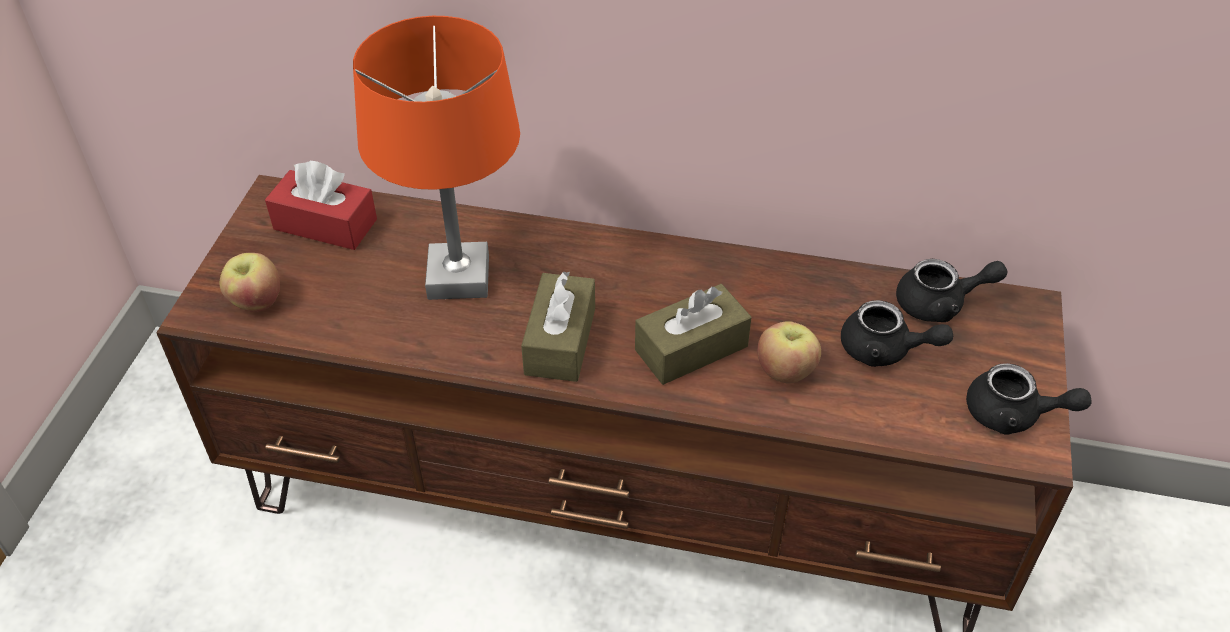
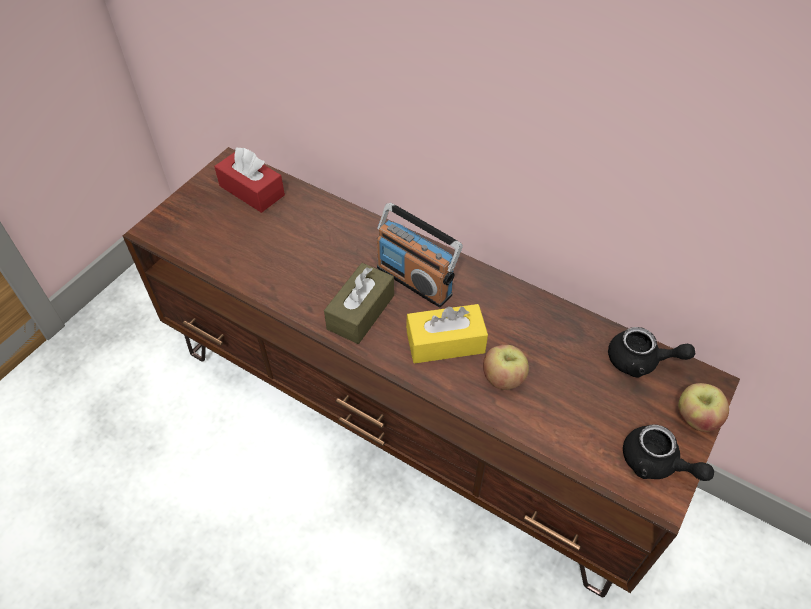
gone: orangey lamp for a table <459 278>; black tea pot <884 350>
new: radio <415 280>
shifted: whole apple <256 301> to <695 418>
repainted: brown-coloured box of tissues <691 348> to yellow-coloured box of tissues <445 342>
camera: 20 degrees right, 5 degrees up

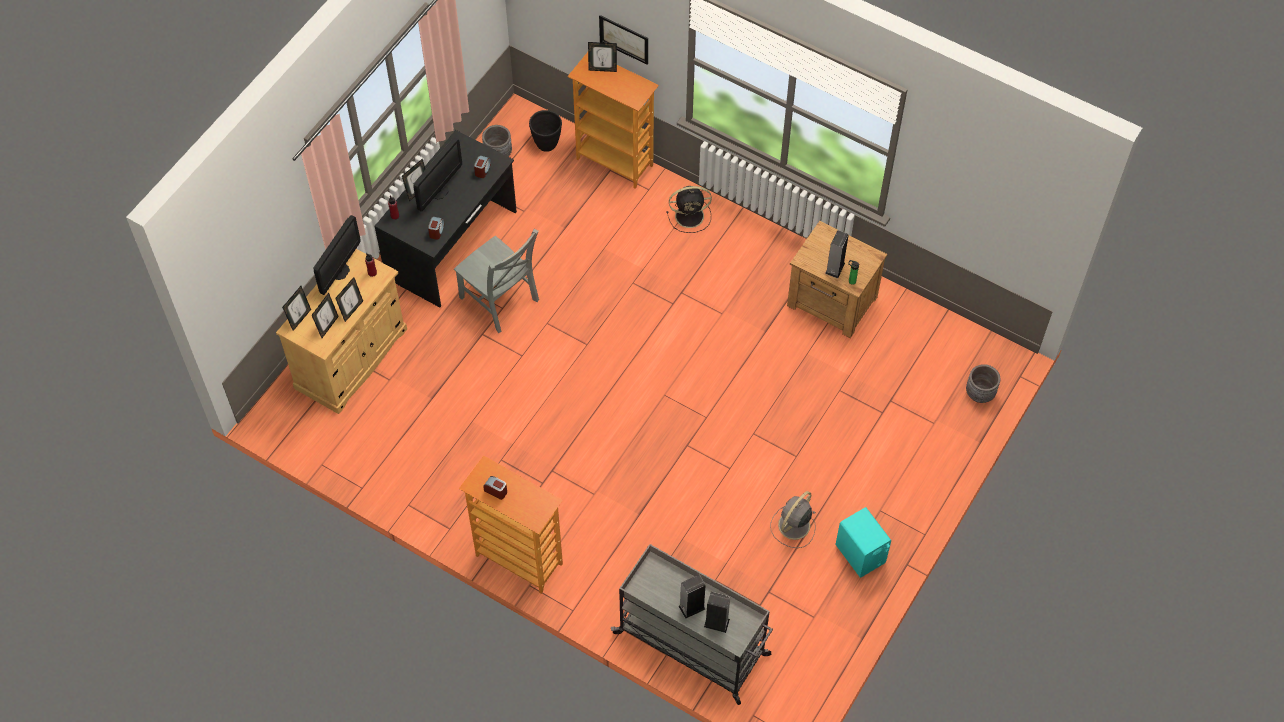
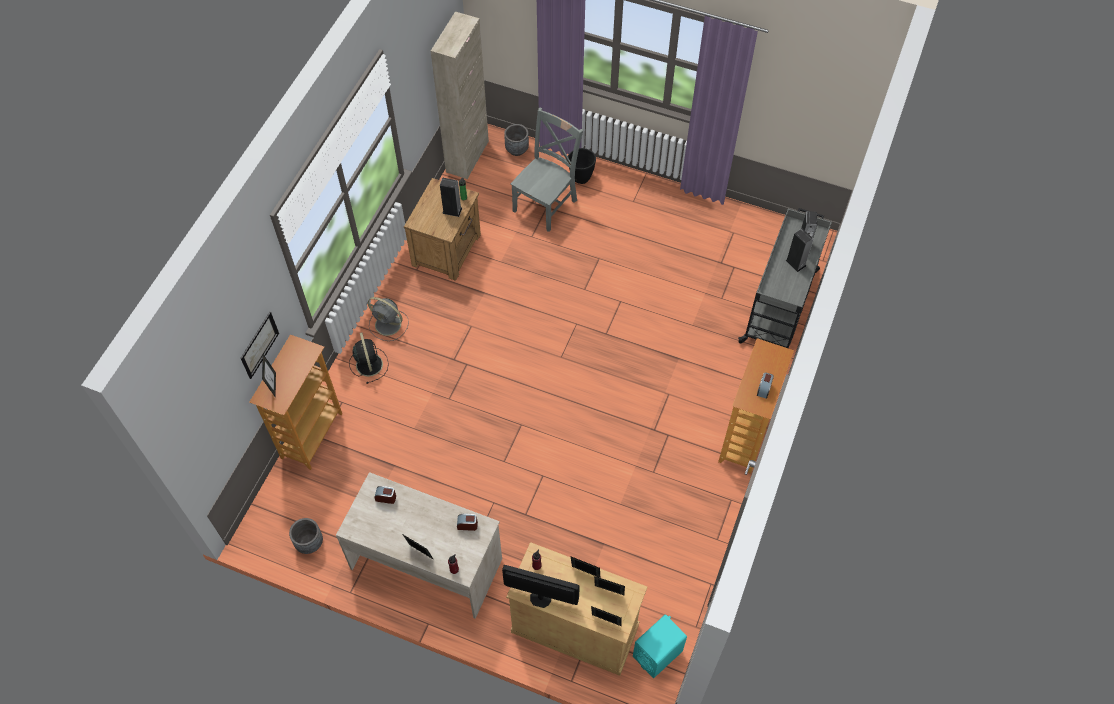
gone: computer display <439 191>
new: beige-coloured cabinet <467 156>
shifted: gray upright chair <501 301> to <546 204>; black plant pot <547 144> to <581 178>; gray cooling fan <793 526> to <389 325>; turquoise audio speaker <860 554> to <657 653>
repainted: black desk table <452 245> to beige-coloured desk table <427 562>
camera: 100 degrees left, 0 degrees up

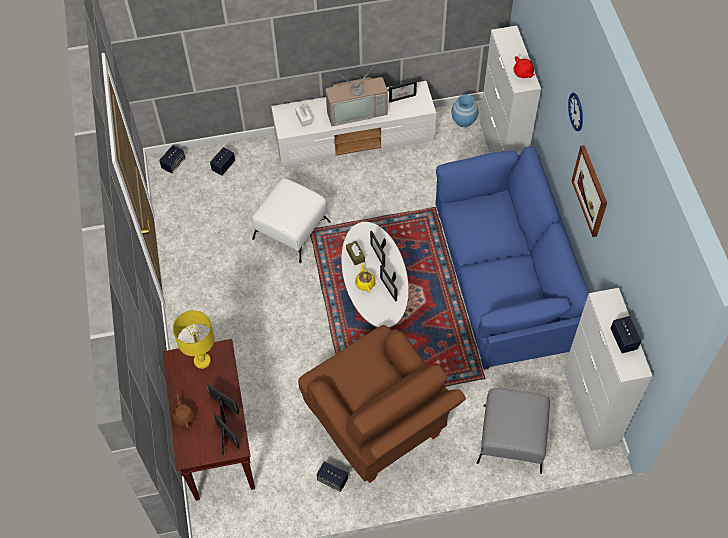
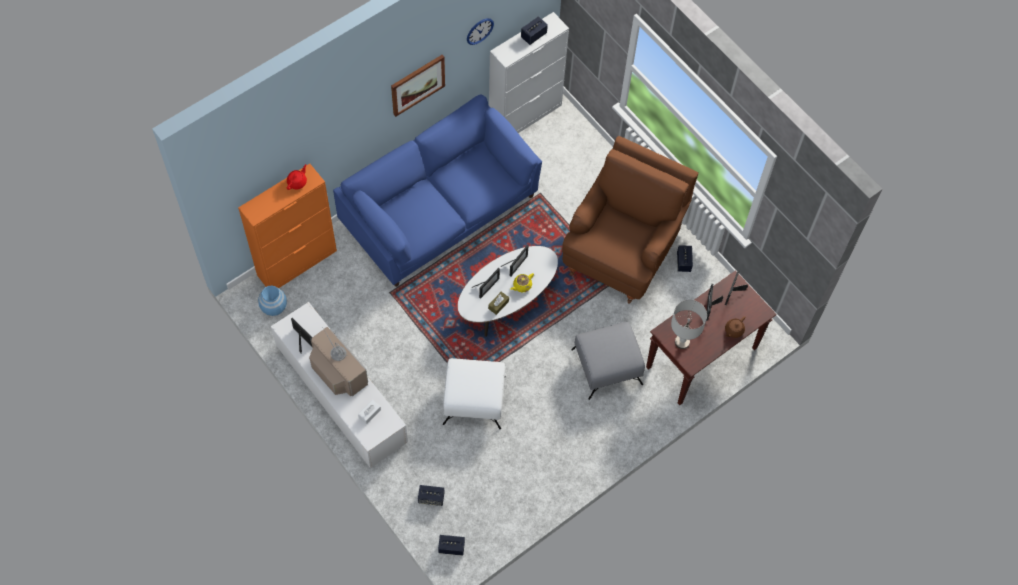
shifted: gray pouffe <511 439> to <607 367>; clock on the wall <576 111> to <479 31>
repainted: yellow-coloured lamp for a table <202 361> to gray lamp for a table <682 342>; white-coloured cabinet <501 150> to orangey cabinet <297 263>
camera: 120 degrees left, 5 degrees up

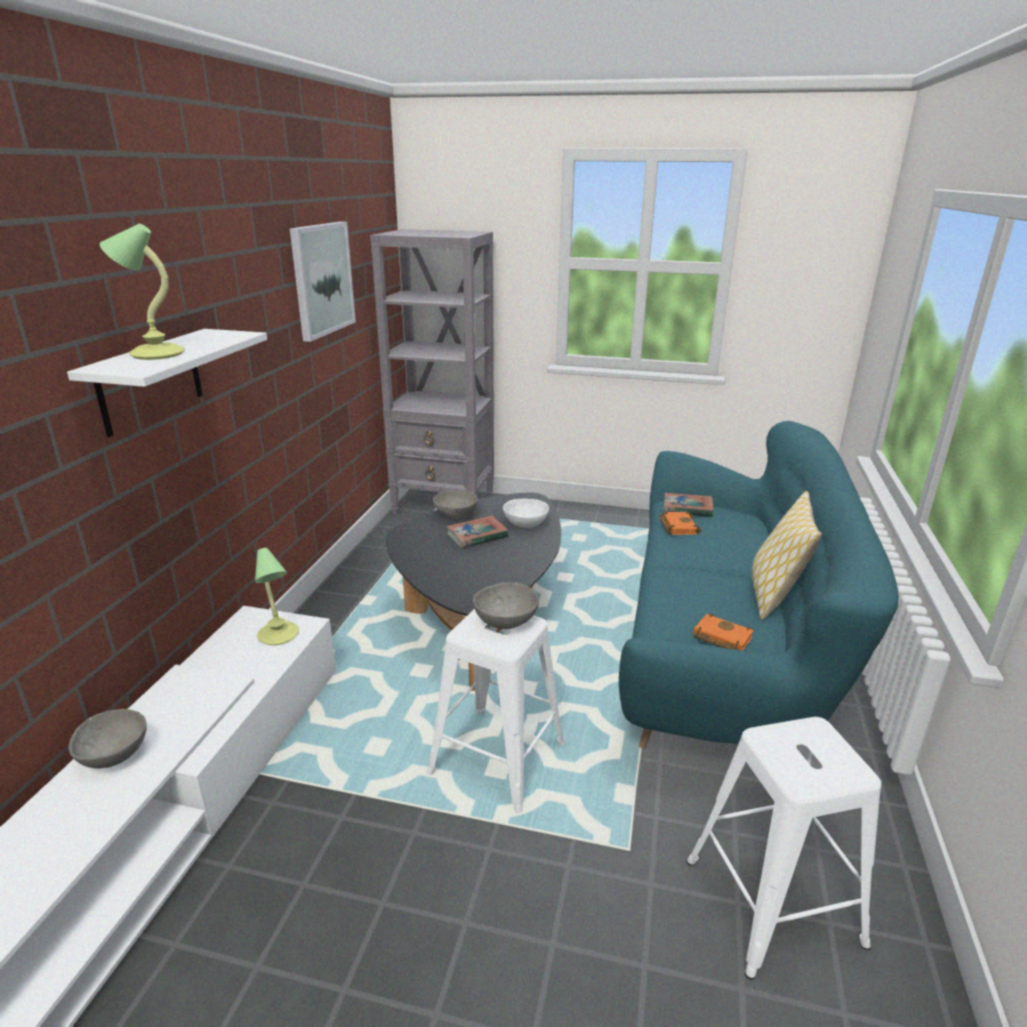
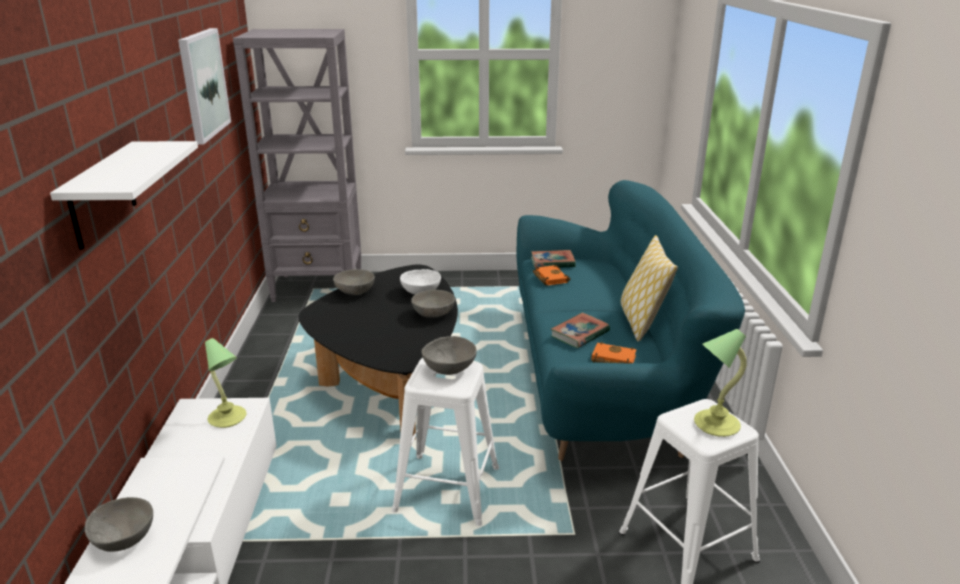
new: gray deep dish <434 314>
shifted: lamp for a table <155 354> to <714 424>; volume <477 536> to <580 334>
camera: 15 degrees left, 0 degrees up

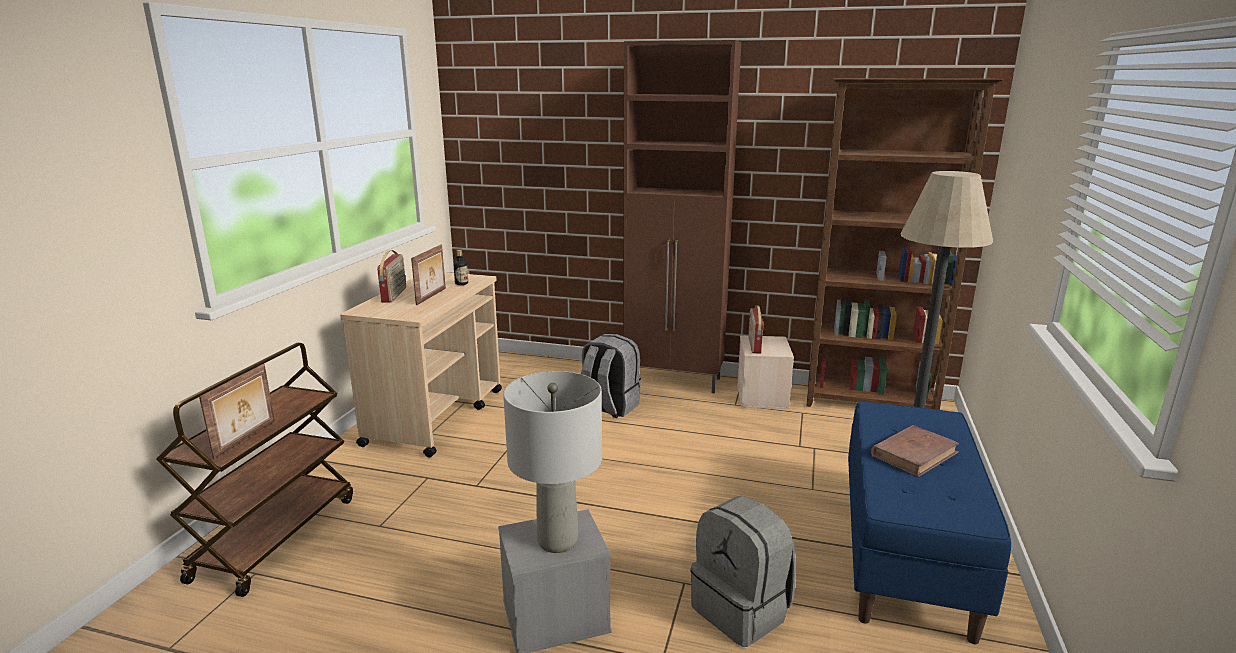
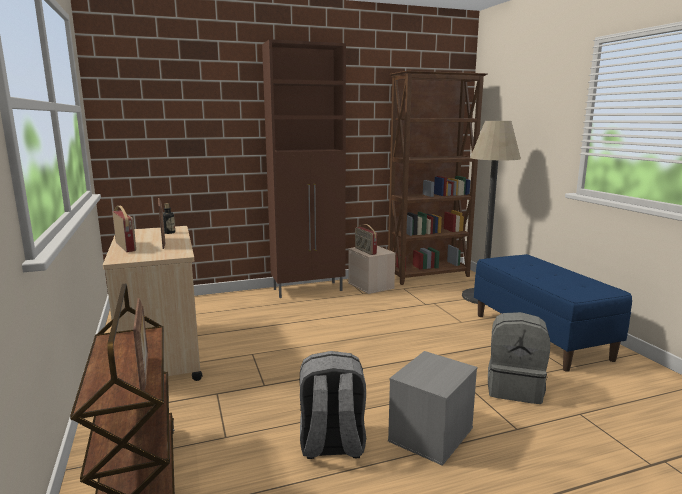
gone: gray lamp for a table <558 541>; brown-coloured volume <914 454>
shifted: gray knapsack <608 407> to <331 445>
camera: 35 degrees left, 5 degrees down

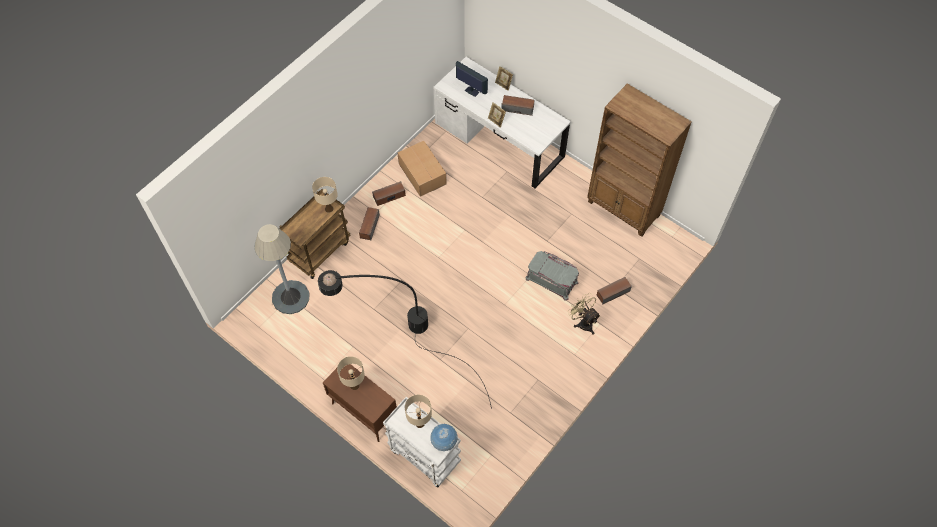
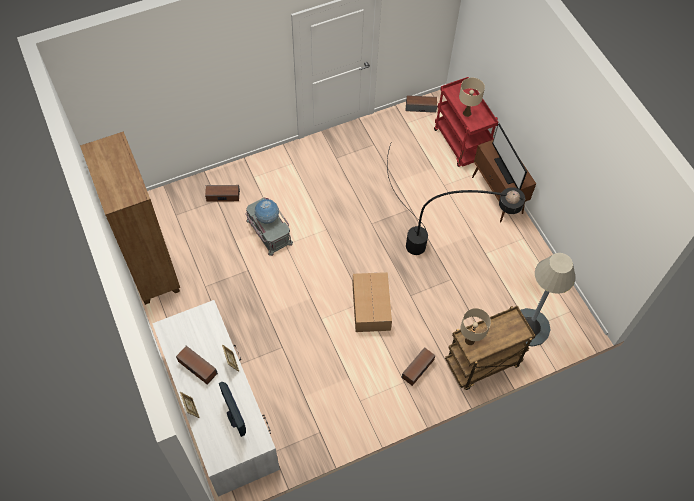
gone: beige-coloured cooling fan <583 322>
shifted: audio speaker <389 196> to <420 107>; packing box <422 173> to <370 307>; globe <444 442> to <267 218>
swapped: beige-coloured lamp for a table <354 385> to computer display <508 169>
repainted: white-coloured wheeled cart <423 455> to red wheeled cart <461 144>
camera: 155 degrees left, 0 degrees up

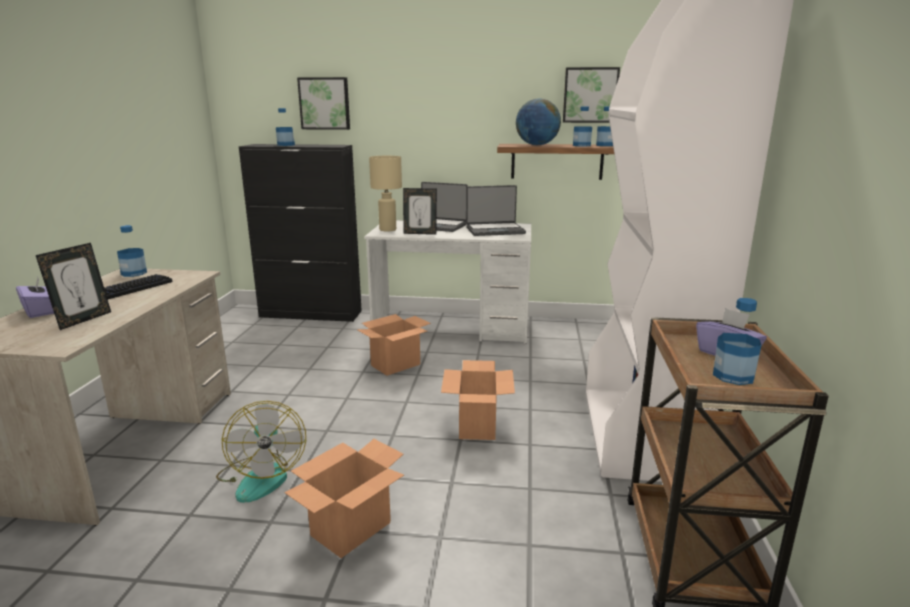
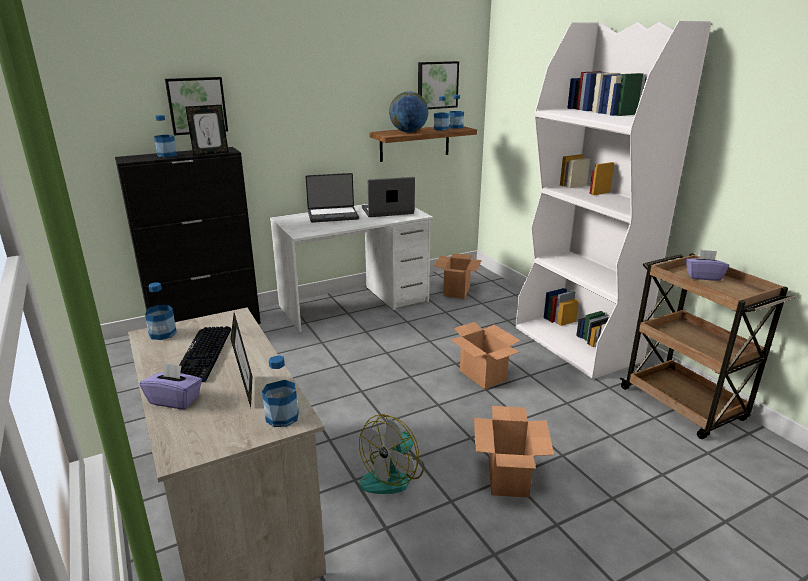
gone: beige-coloured lamp for a table <387 230>
shifted: packing box <396 365> to <456 291>; photo frame <420 233> to <210 153>; beverage bottle <733 376> to <282 417>
rotated: cooling fan <262 476> = <393 475> 90 degrees clockwise; laptop <495 230> = <387 211> 150 degrees counterclockwise
camera: 35 degrees left, 5 degrees up

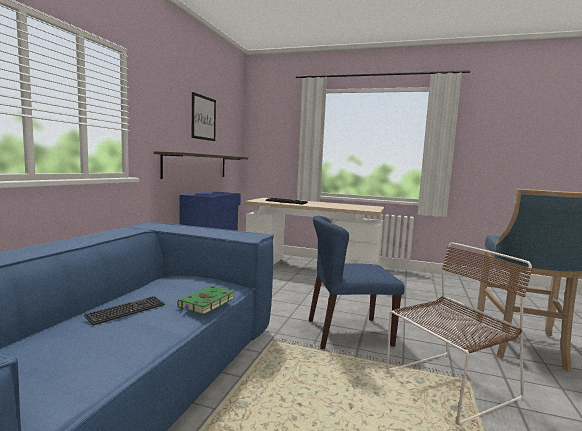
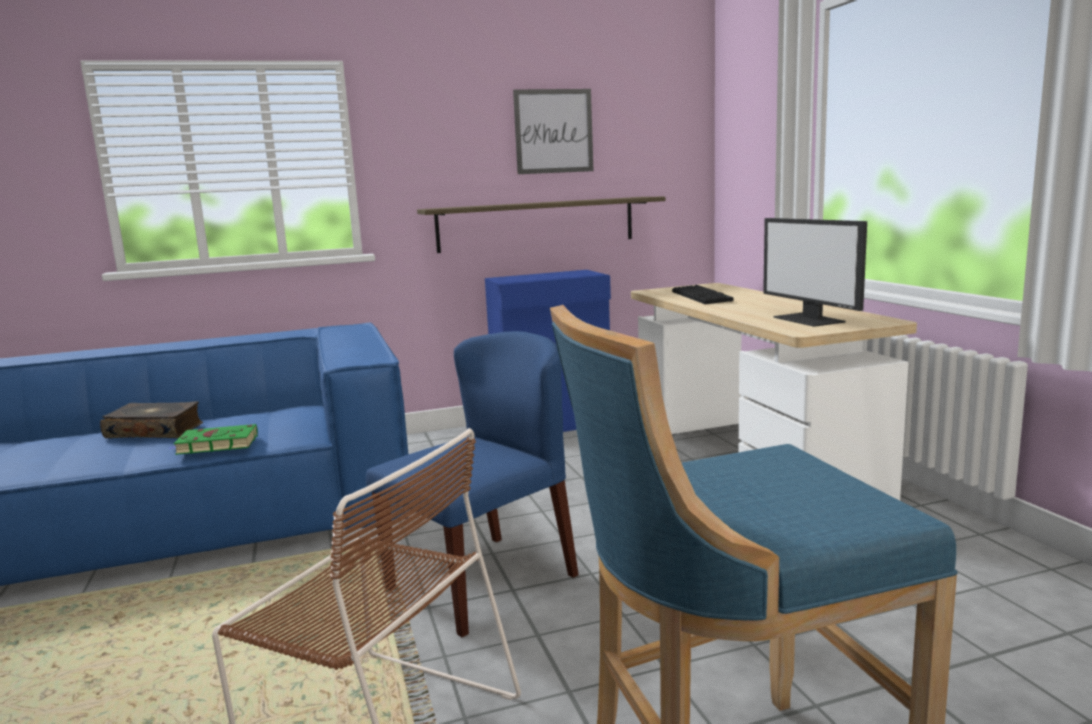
new: computer display <810 319>
swapped: computer keyboard <126 311> to volume <155 431>
rotated: blue-coloured upright chair <348 332> = <483 581> 90 degrees clockwise
camera: 55 degrees right, 5 degrees up

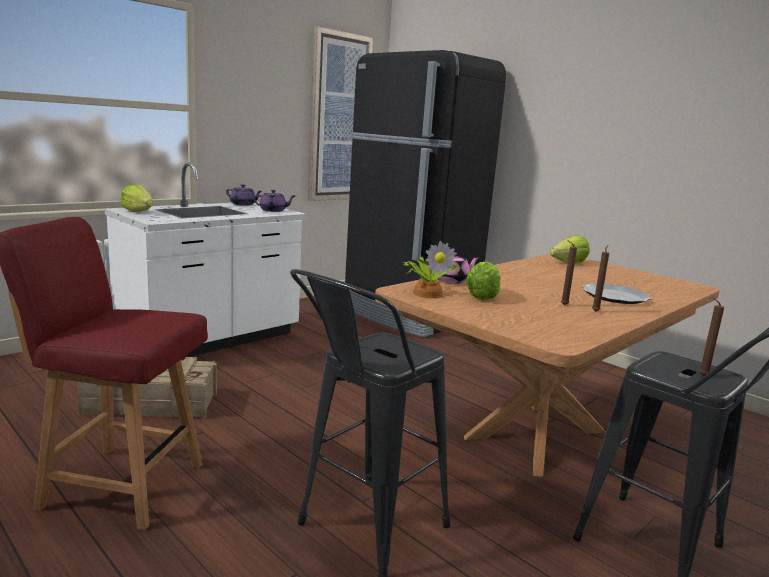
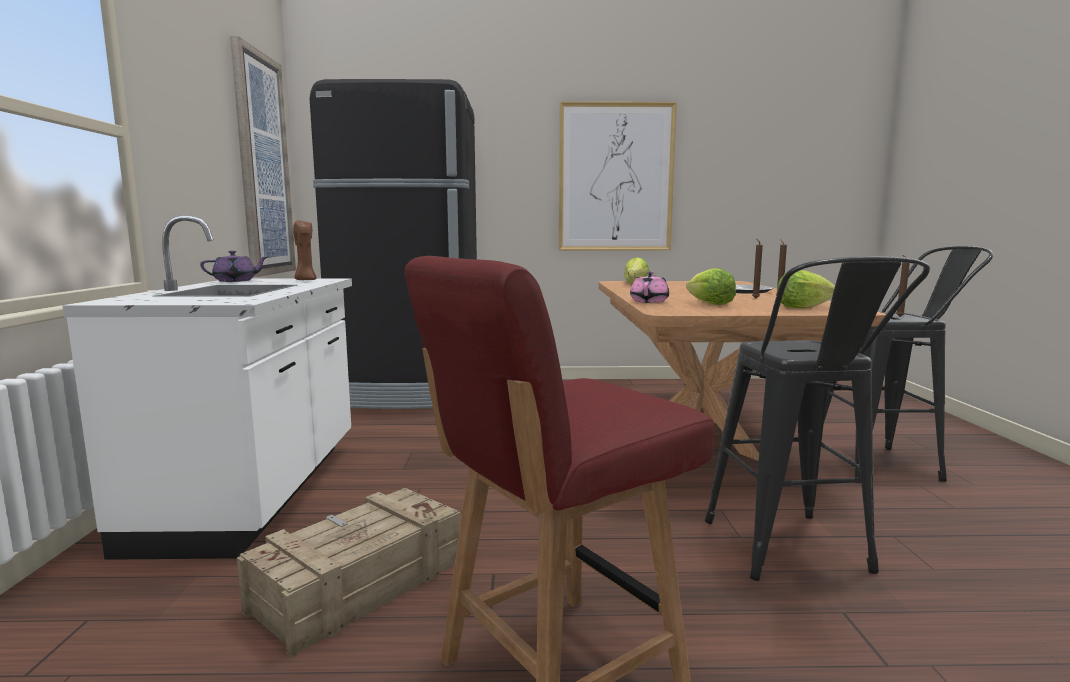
gone: plant in a pot <428 293>
new: picture <615 178>
shifted: lettuce <138 211> to <802 307>
swapped: purple-coloured tea pot <273 210> to brown-coloured candle <305 280>
camera: 45 degrees left, 5 degrees down

